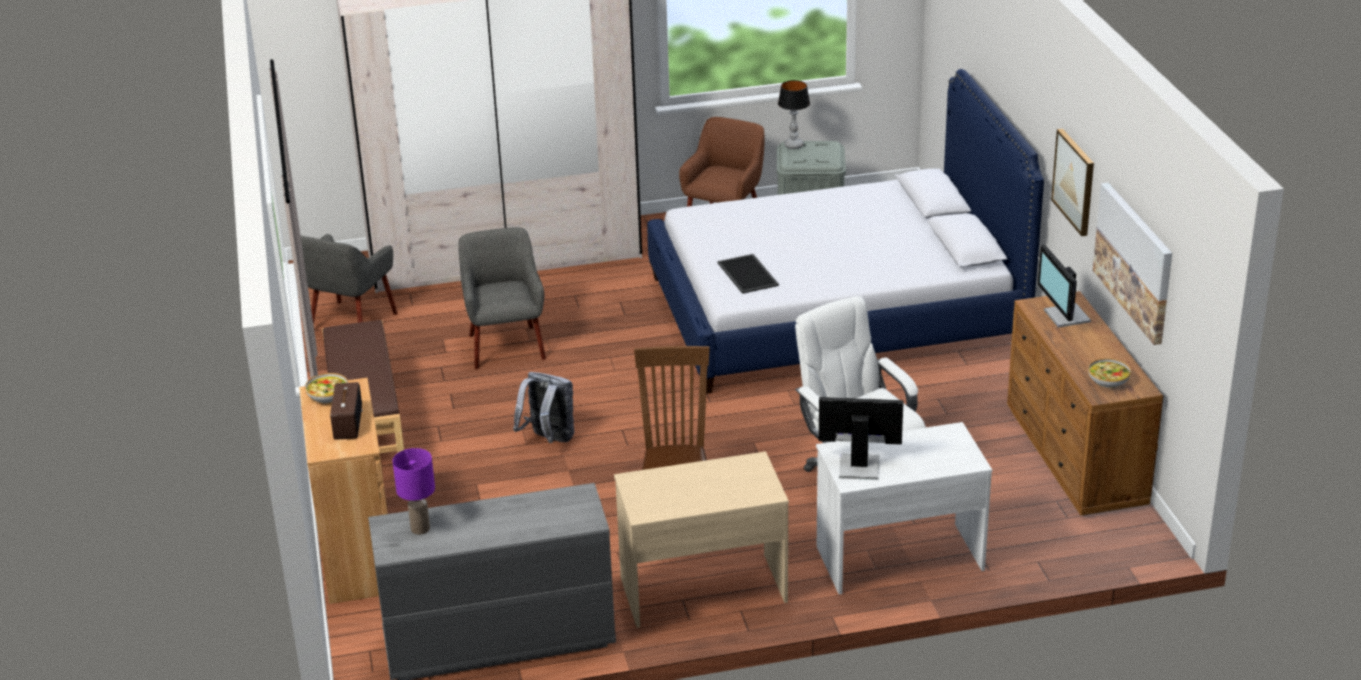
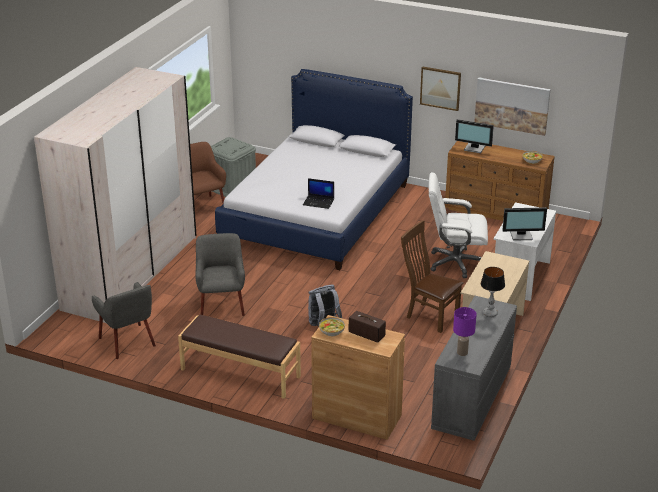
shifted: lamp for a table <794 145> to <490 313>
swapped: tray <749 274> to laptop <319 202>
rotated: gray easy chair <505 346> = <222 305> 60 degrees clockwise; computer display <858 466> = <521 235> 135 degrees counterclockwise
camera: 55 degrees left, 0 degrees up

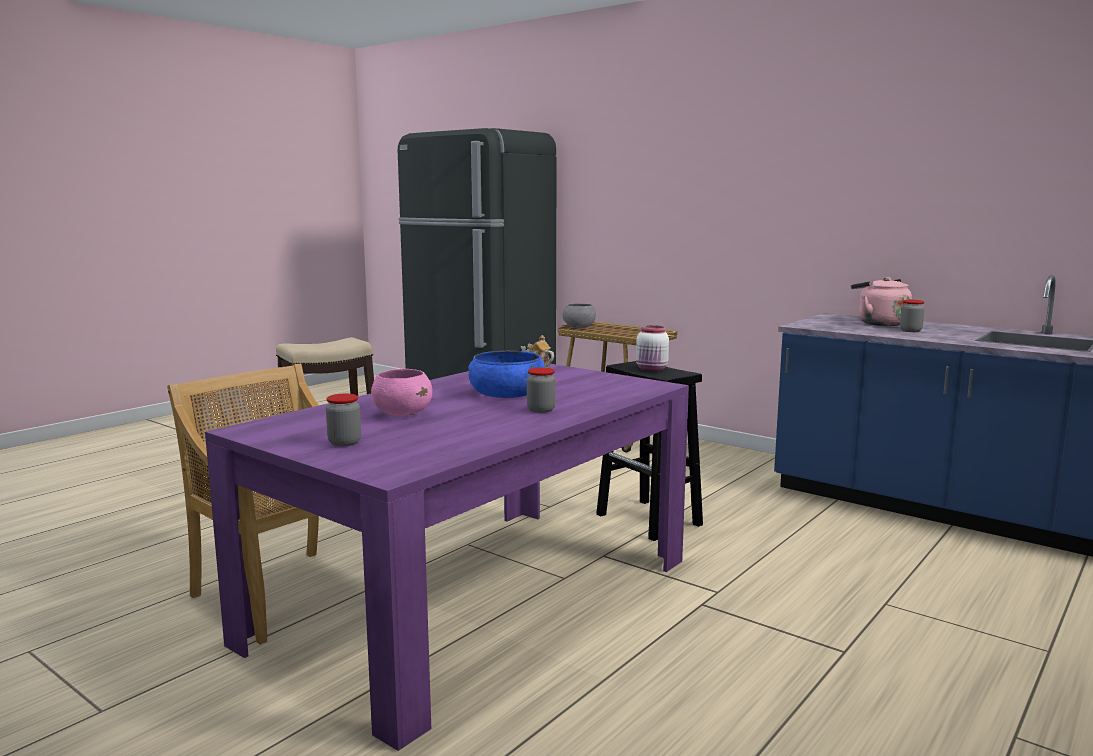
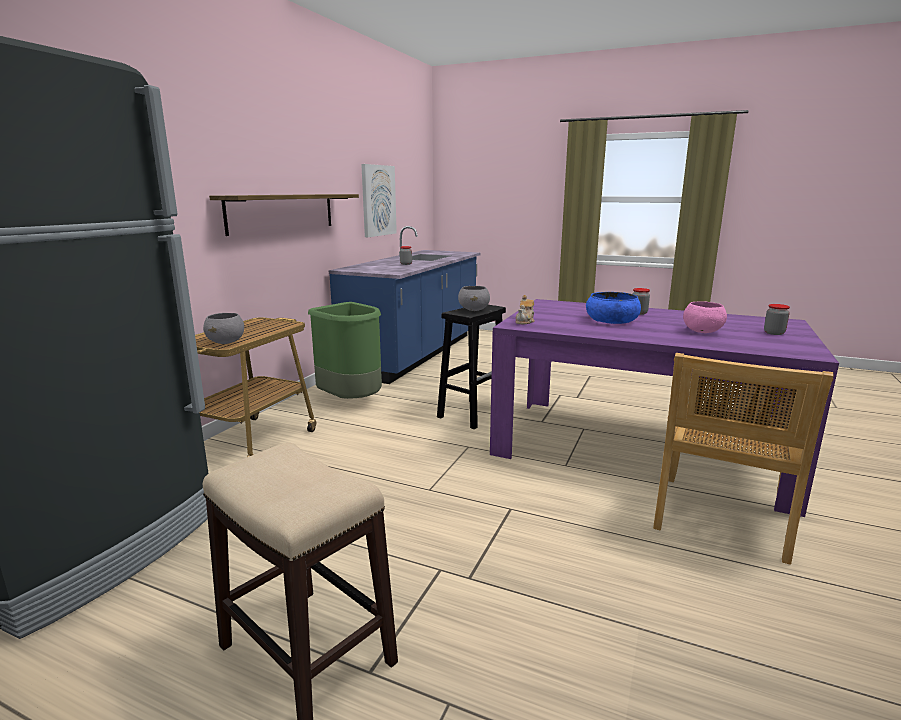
gone: pink water kettle <879 323>
new: shelf <282 212>; green-coloured rubbish bin <352 401>; picture <378 200>
swapped: white-coloured preserve jar <652 369> to gray deep dish <474 310>
camera: 105 degrees left, 5 degrees up

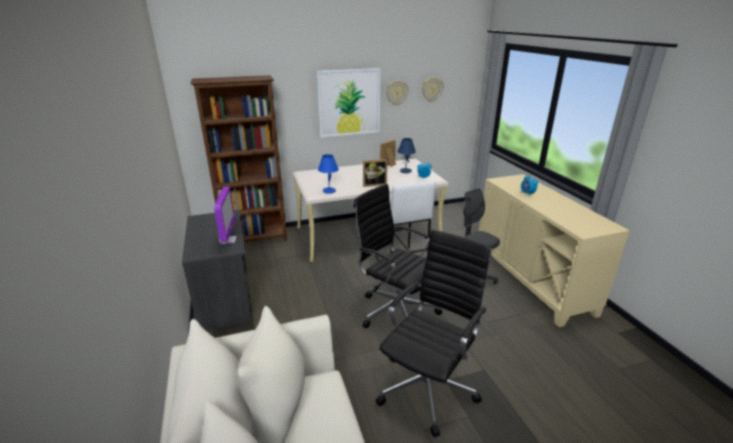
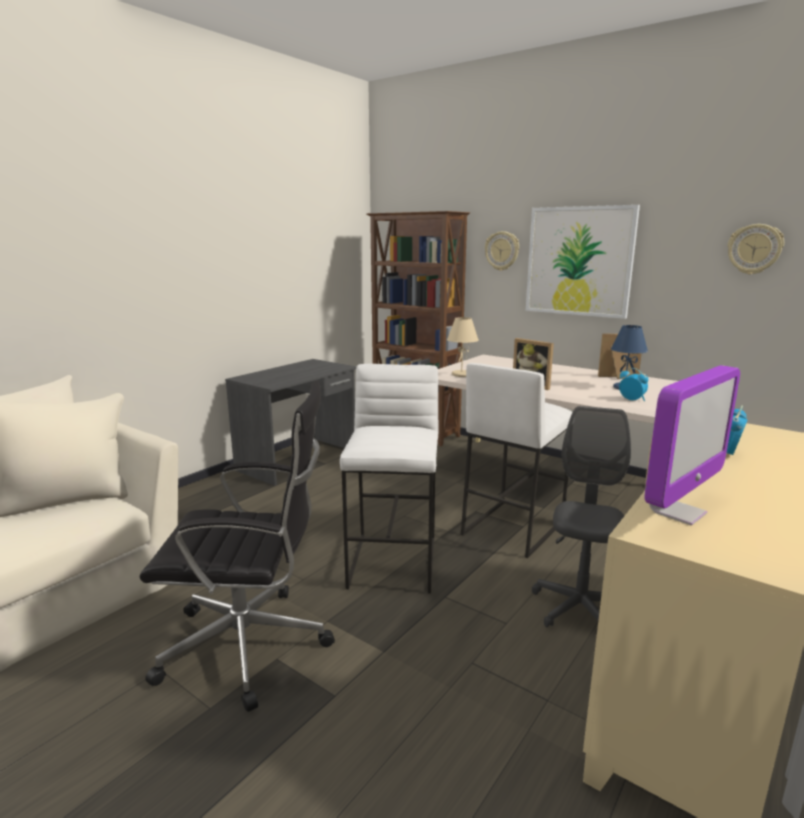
shifted: computer display <228 240> to <677 512>; clock on the wall <396 92> to <502 251>
swapped: black office chair <396 310> to white-coloured stool <394 562>
repainted: blue-coloured lamp for a table <329 191> to beige-coloured lamp for a table <461 374>
camera: 55 degrees right, 10 degrees down

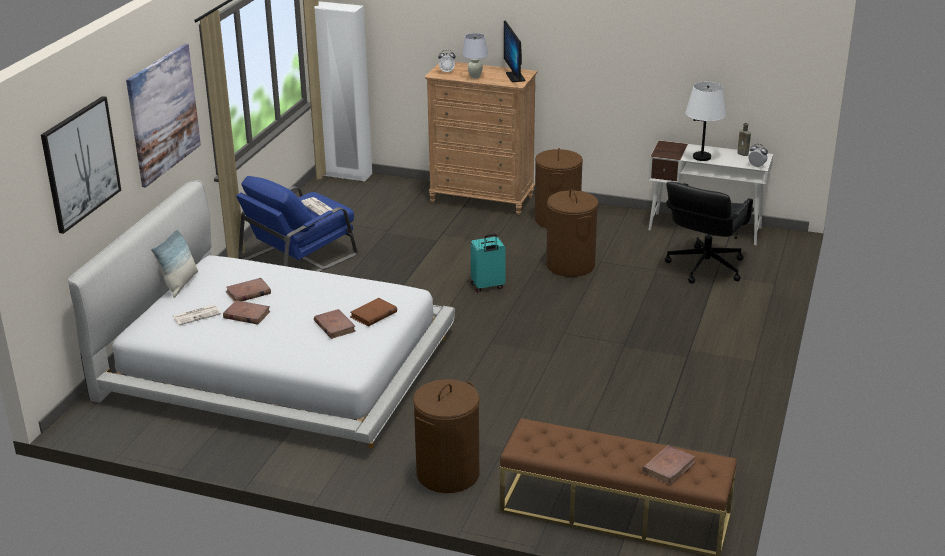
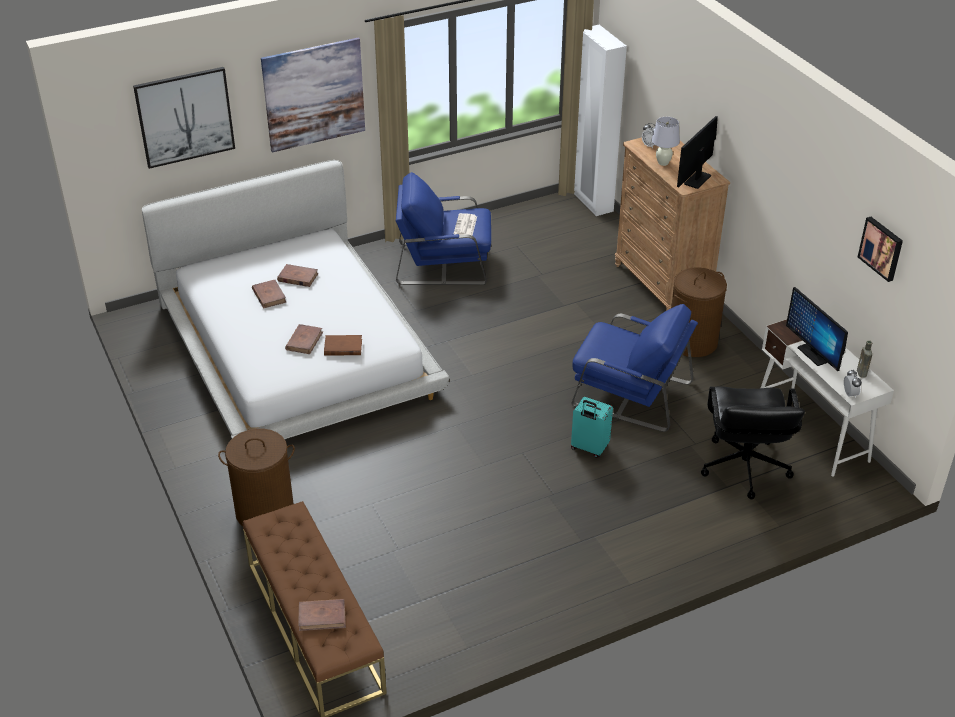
gone: cushion <180 284>; printed paper <197 315>
new: picture <882 248>
shifted: turquoise suitcase <487 286> to <589 448>
swapped: brown-coloured washing basket <570 265> to blue-coloured easy chair <630 393>; white-coloured lamp for a table <702 157> to computer display <814 354>
rotated: black office chair <704 267> = <743 468> 75 degrees counterclockwise
camera: 45 degrees right, 10 degrees up

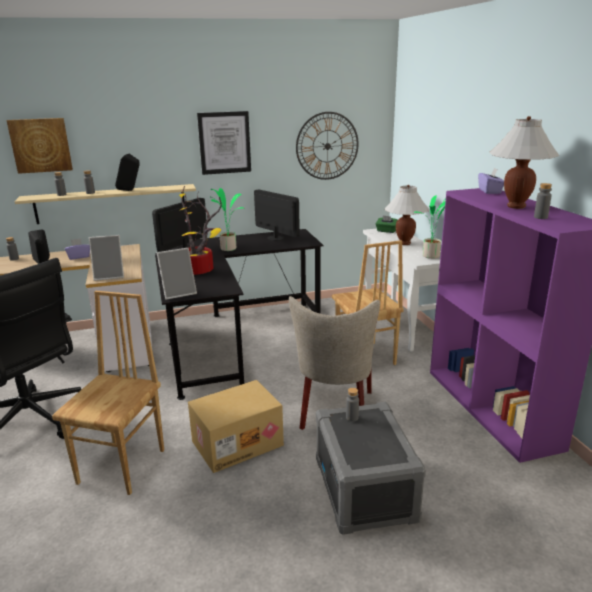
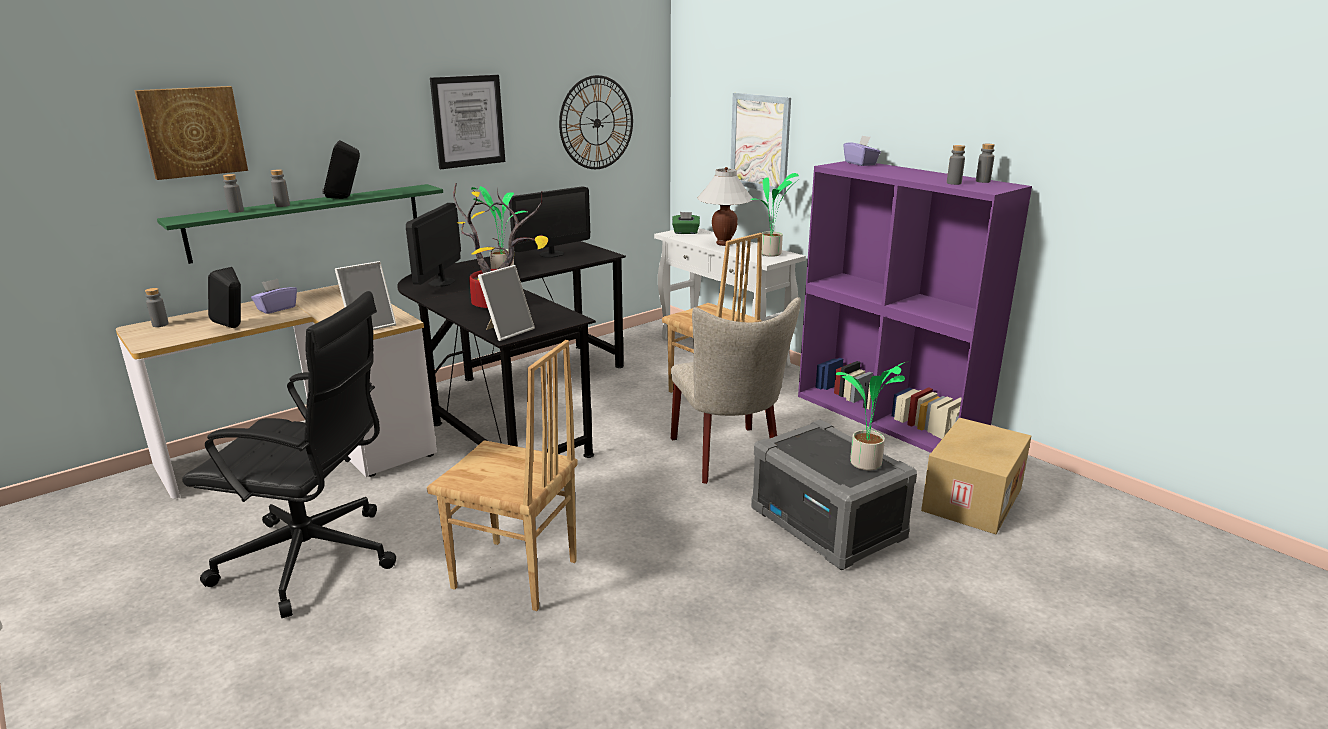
gone: white-coloured lamp for a table <516 206>
new: picture <760 142>; plant in a pot <865 464>
shifted: packing box <237 442> to <970 499>; gray beverage bottle <352 417> to <983 181>
repainted: beige-coloured shelf <111 203> to green-coloured shelf <308 221>
rotated: brown-coloured upright chair <123 466> = <515 576> 120 degrees clockwise; computer display <275 238> = <551 254> 120 degrees clockwise
camera: 25 degrees left, 0 degrees up

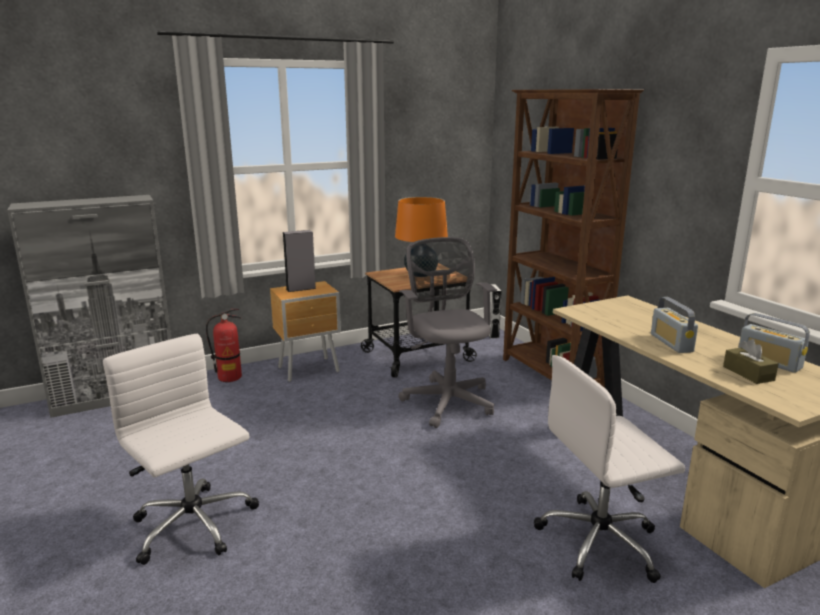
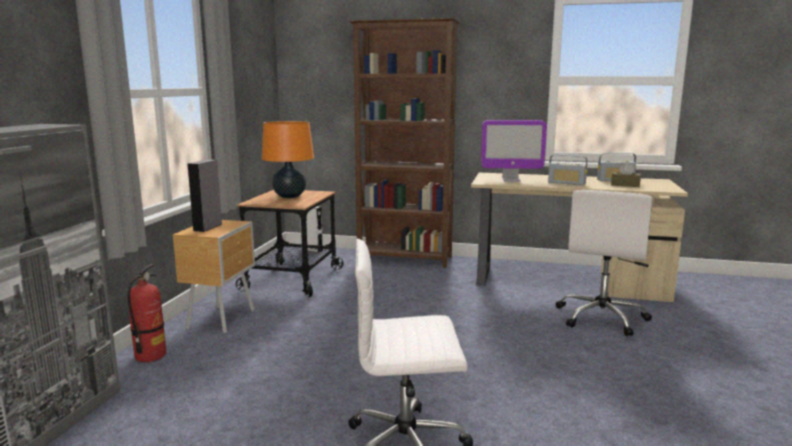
gone: gray office chair <447 400>
new: computer display <511 180>
camera: 50 degrees left, 5 degrees down

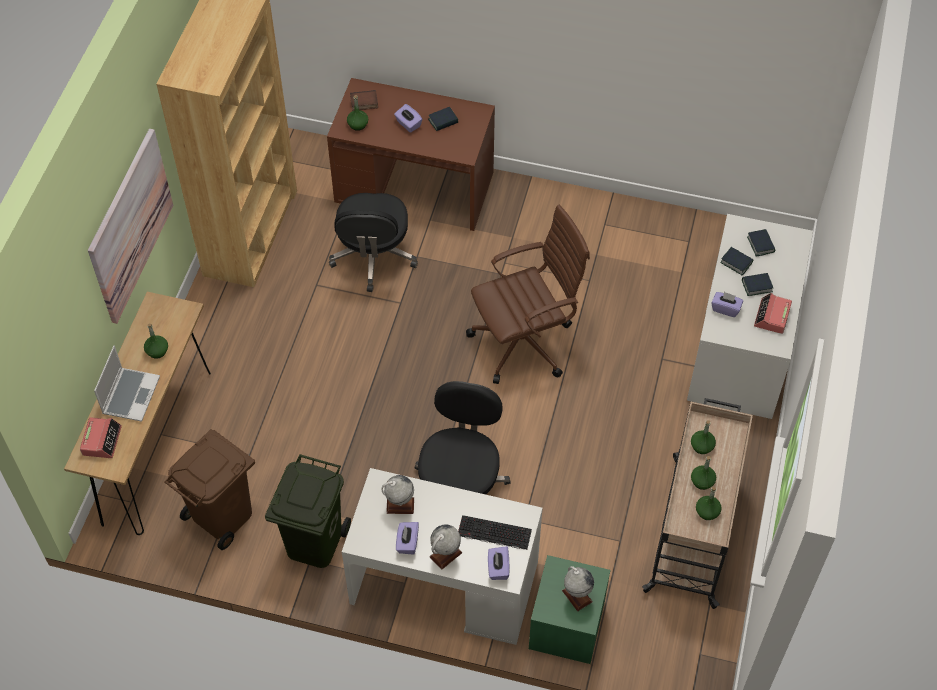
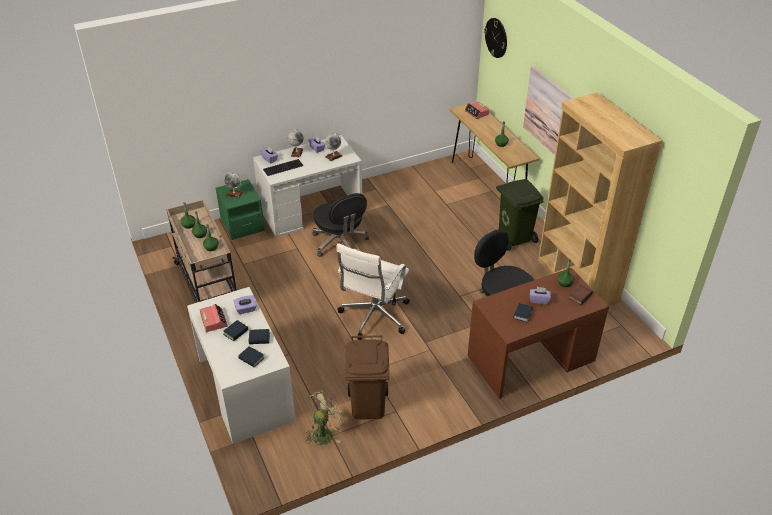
gone: laptop <130 395>
new: green-coloured cooling fan <325 433>; clock on the wall <496 37>
shifted: brown-coloured rubbish bin <223 516> to <367 405>; green-coloured rubbish bin <313 542> to <515 238>
repainted: brown-coloured office chair <525 342> to white-coloured office chair <373 317>
camera: 140 degrees right, 15 degrees down

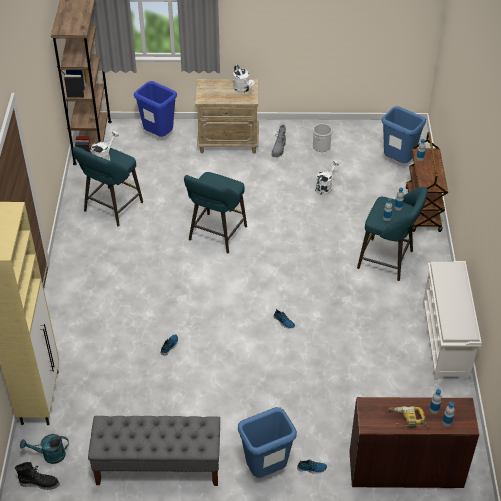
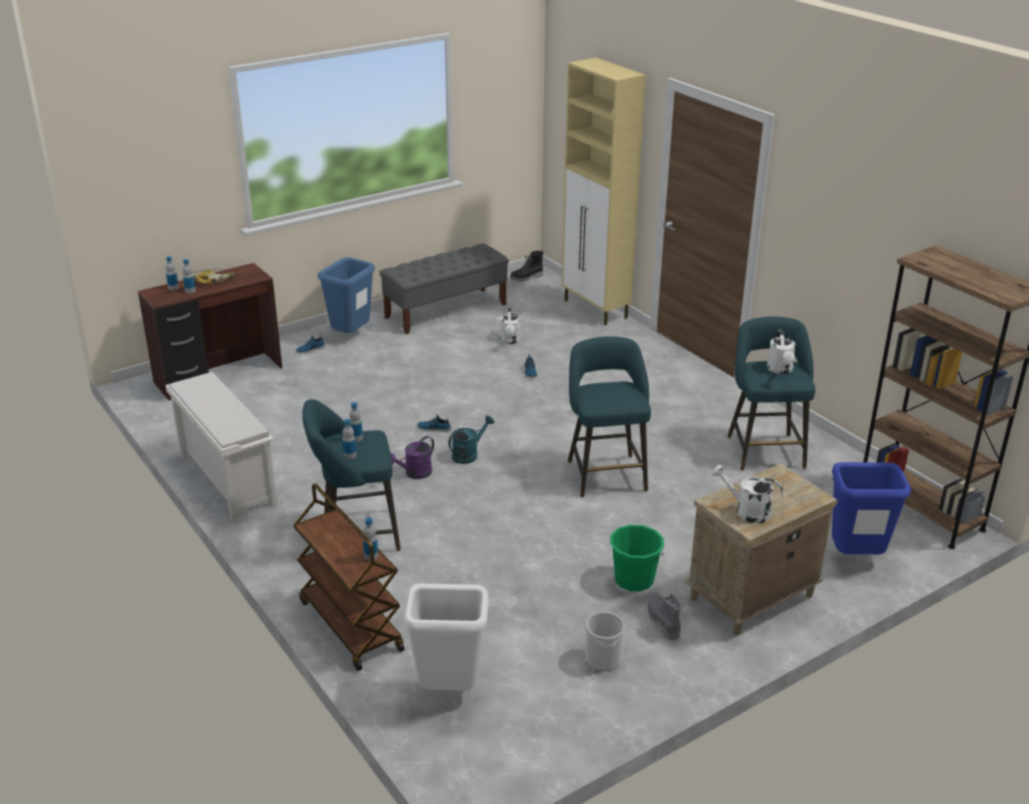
new: purple-coloured watering can <414 474>; green-coloured water bucket <634 580>
shifted: turquoise watering can <49 455> to <468 454>; white-coloured watering can <325 187> to <510 341>
repainted: blue-coloured rubbish bin <398 162> to white-coloured rubbish bin <448 692>
camera: 145 degrees right, 15 degrees down

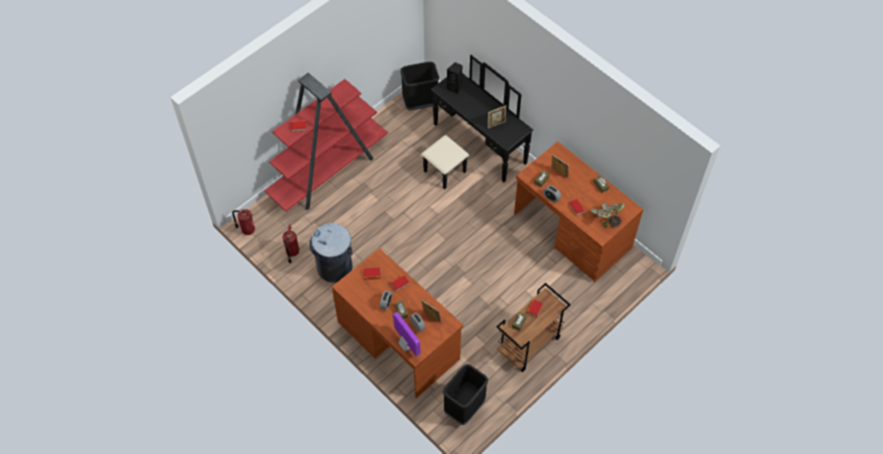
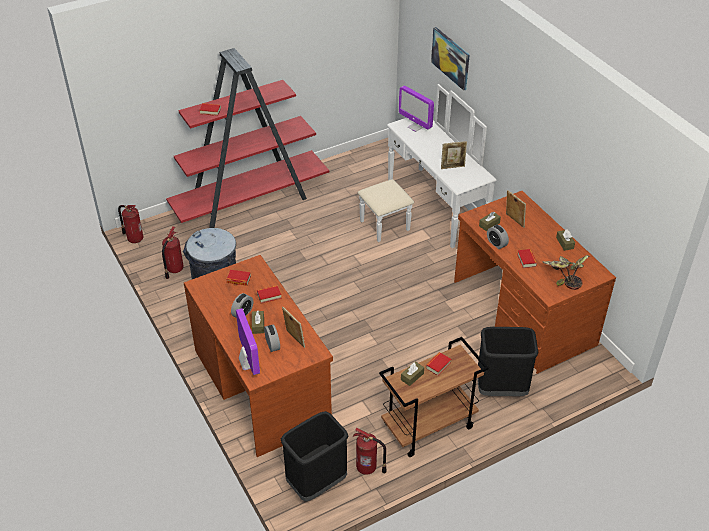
new: extinguisher <367 468>; picture <451 58>
shifted: black rubbish bin <420 103> to <501 388>
swapped: black audio speaker <455 87> to computer display <415 127>
repainted: black drawer chest <472 150> to white-coloured drawer chest <424 211>
camera: 15 degrees right, 15 degrees down

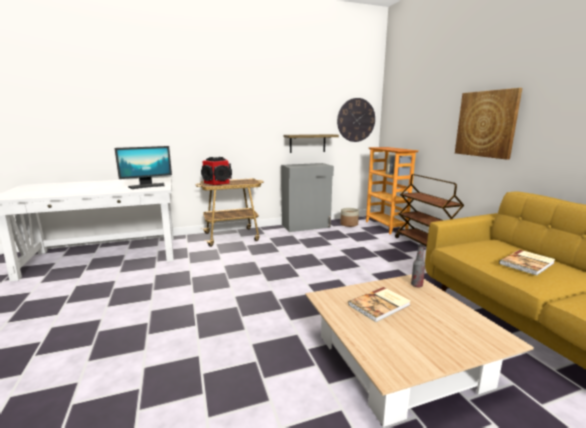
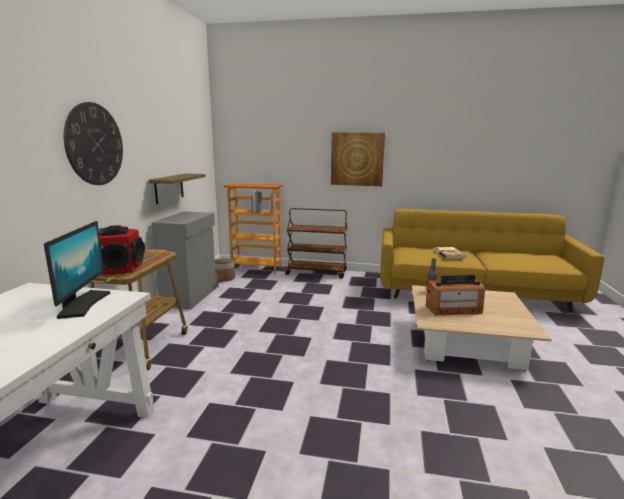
shifted: clock on the wall <356 120> to <94 144>
swapped: volume <380 305> to radio <453 309>
camera: 60 degrees left, 0 degrees up

